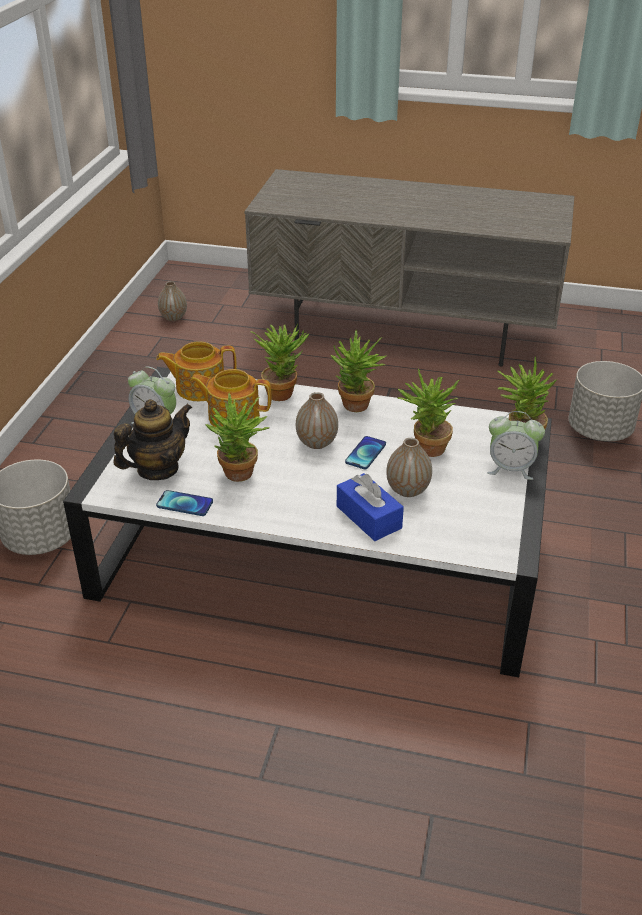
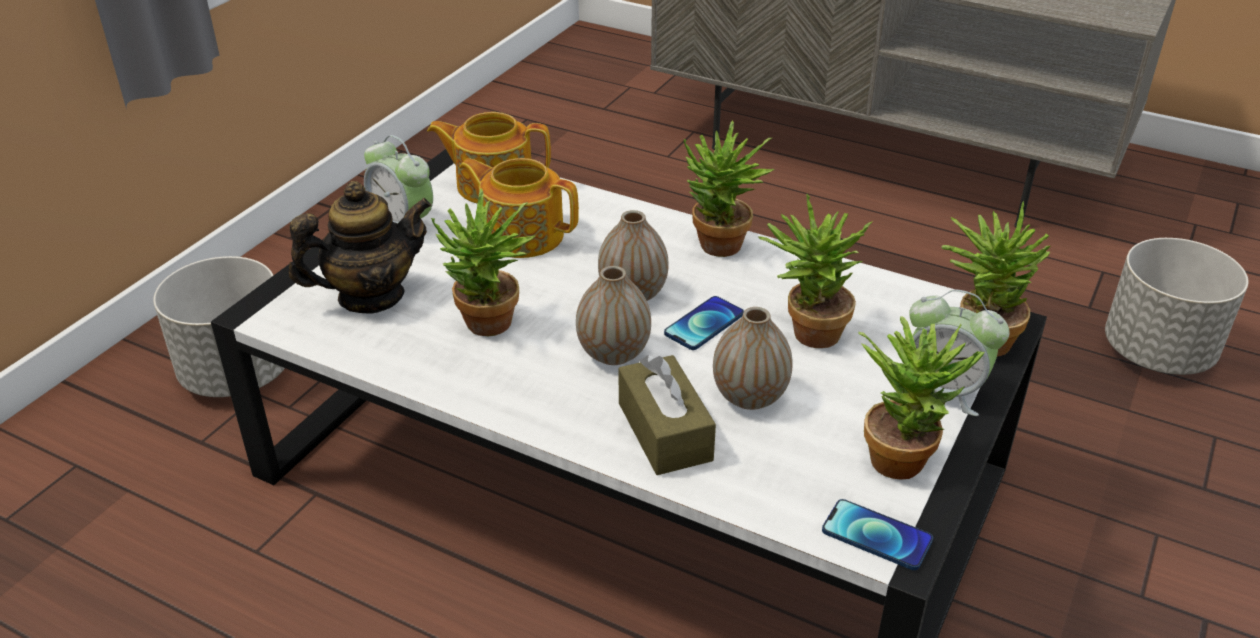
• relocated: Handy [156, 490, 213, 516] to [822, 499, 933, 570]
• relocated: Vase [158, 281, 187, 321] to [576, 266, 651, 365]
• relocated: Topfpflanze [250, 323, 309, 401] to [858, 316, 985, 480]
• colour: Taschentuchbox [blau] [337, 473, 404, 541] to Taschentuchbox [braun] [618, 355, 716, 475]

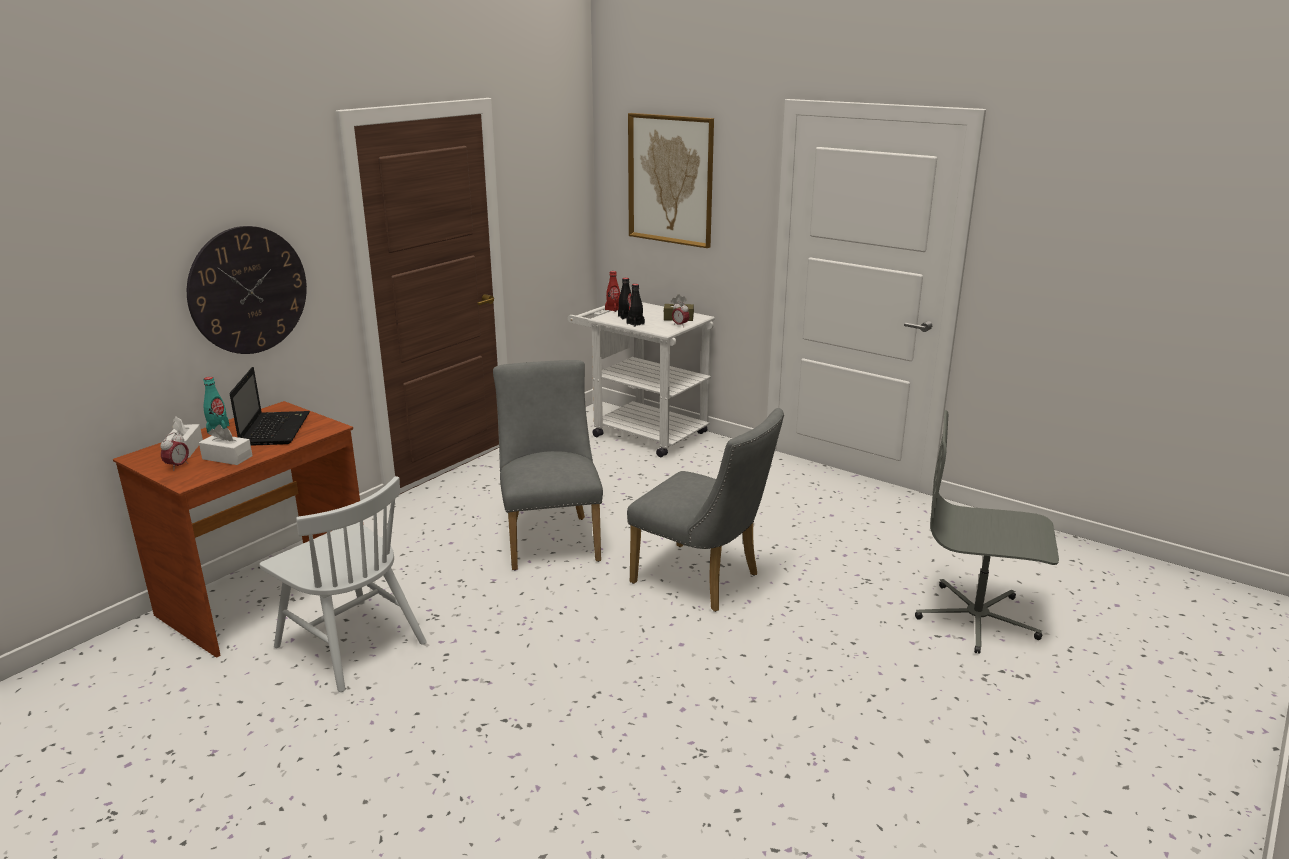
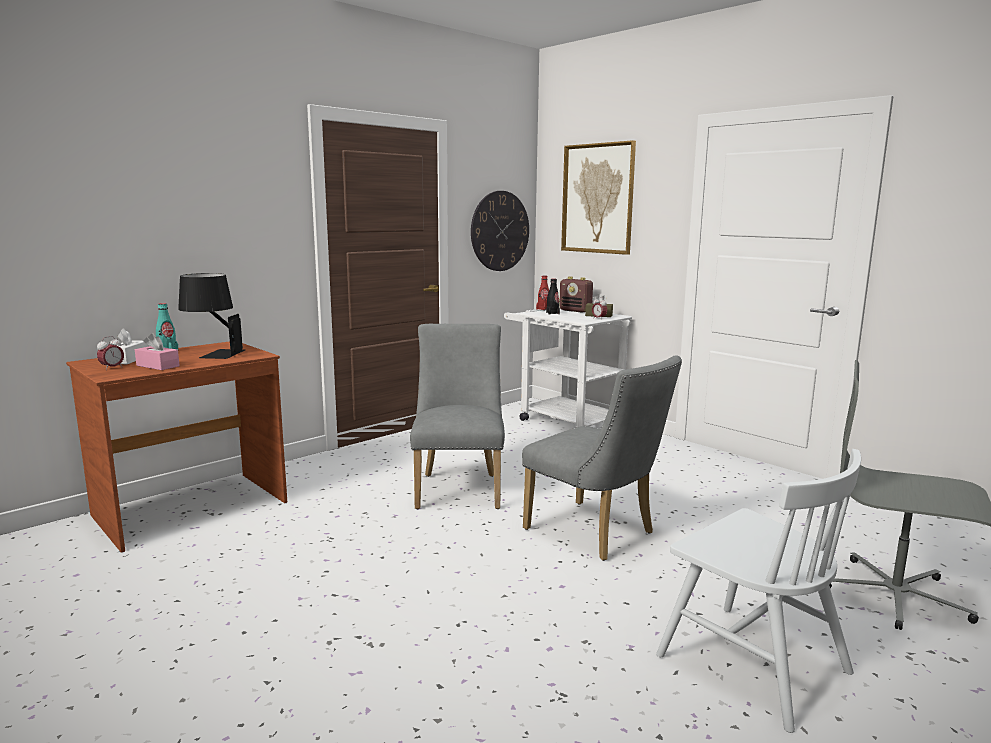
• missing: Flasche [schwarz] [626, 284, 645, 327]
• appeared: Radio [559, 276, 593, 313]
• relocated: Wanduhr [187, 226, 307, 354] to [471, 191, 529, 271]
• relocated: Stuhl [weiß] [260, 476, 427, 692] to [656, 449, 861, 733]
• exchanged: Laptop [230, 367, 310, 446] to Tischlampe [schwarz] [178, 273, 245, 359]
• colour: Taschentuchbox [weiß] [199, 425, 252, 465] to Taschentuchbox [rosa] [135, 333, 180, 370]

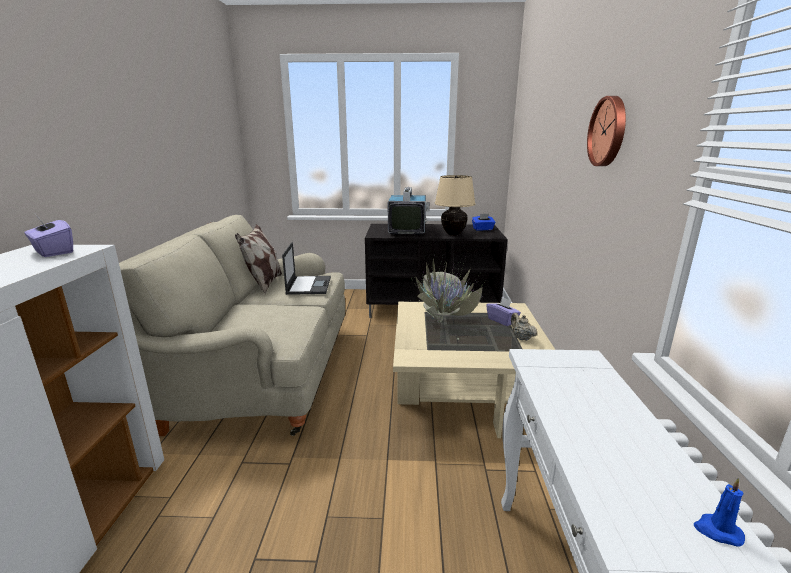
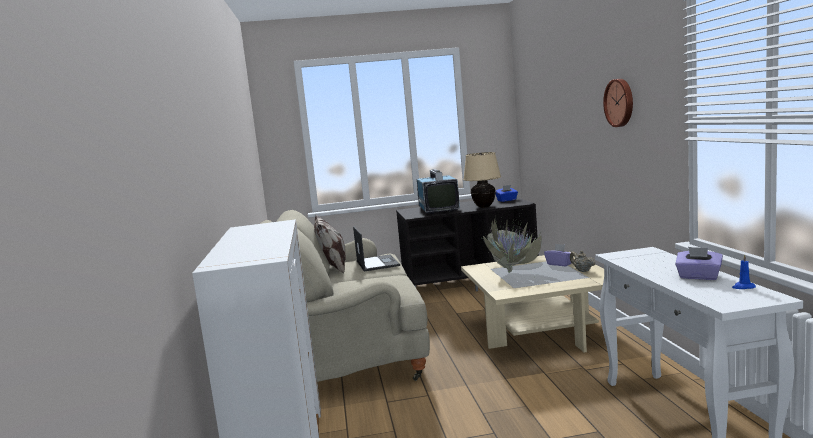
• relocated: Taschentuchbox [lila] [24, 215, 73, 257] to [675, 247, 723, 280]

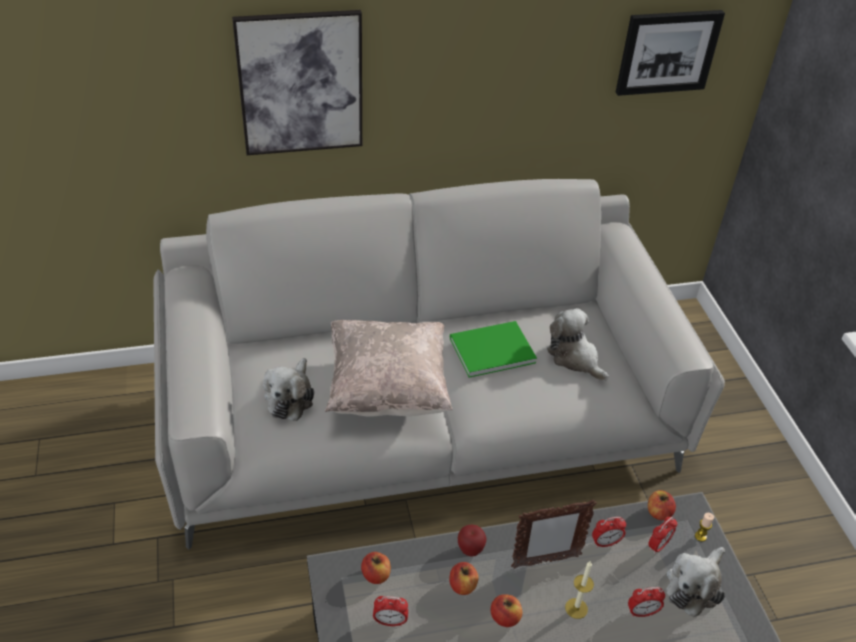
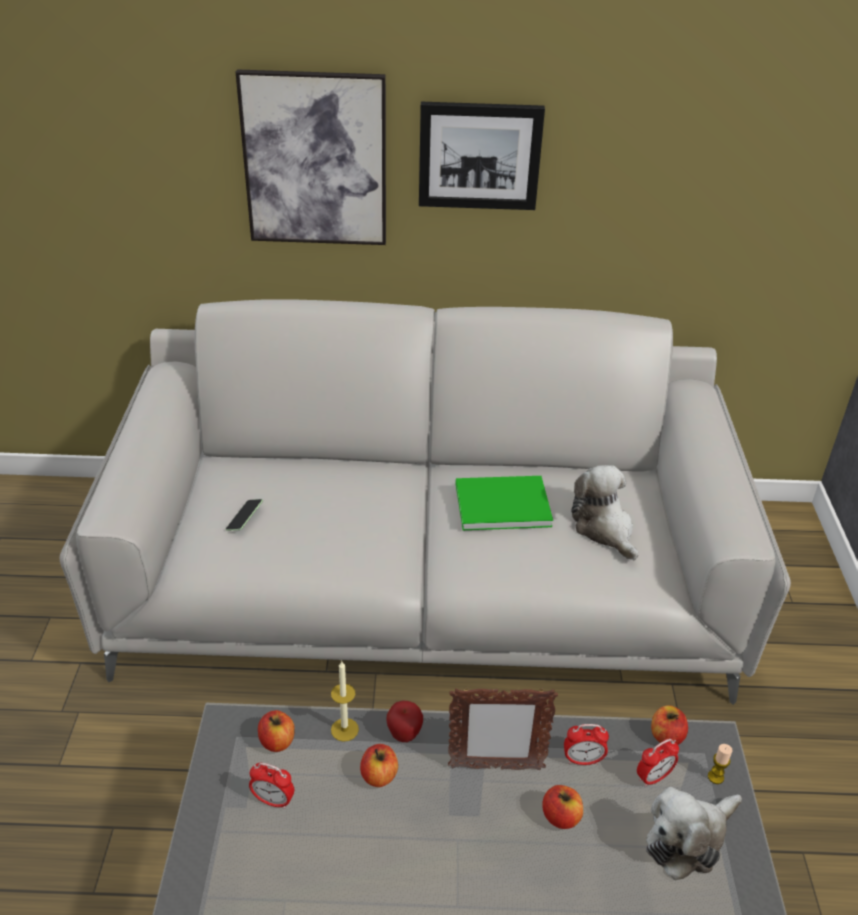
• missing: Kissen [beige] [325, 320, 453, 416]
• missing: Wecker [628, 587, 665, 617]
• relocated: Apfel [491, 594, 523, 627] to [542, 785, 583, 829]
• relocated: Kerze [565, 561, 594, 619] to [331, 661, 359, 742]
• relocated: Bild [616, 10, 725, 96] to [419, 102, 545, 210]
• exchanged: Plüschtier [263, 358, 314, 421] to Handy [226, 499, 263, 531]

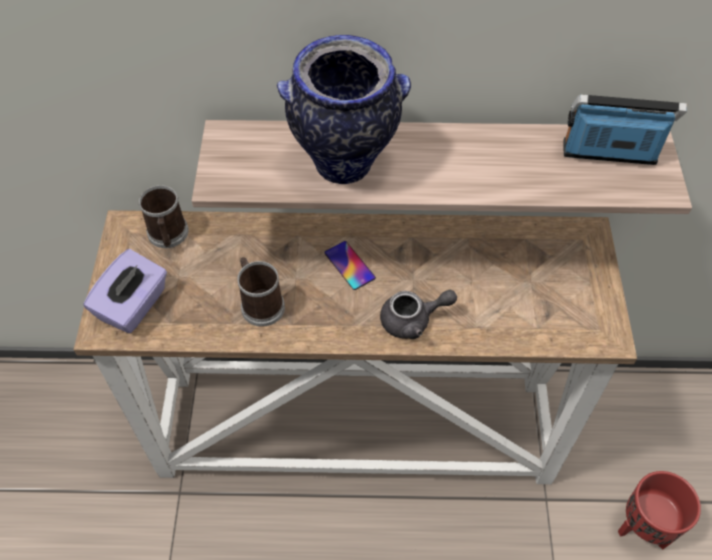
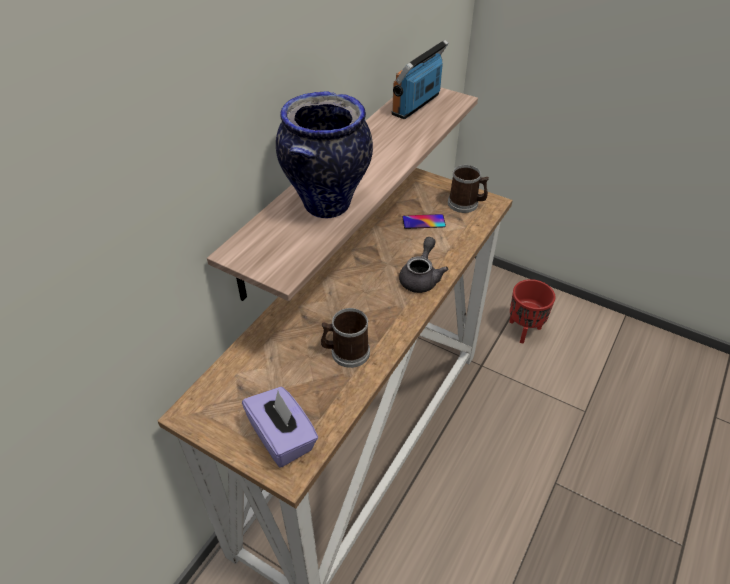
• relocated: Henkelbecher [138, 185, 189, 248] to [448, 165, 489, 213]
• relocated: Handy [324, 241, 376, 290] to [402, 214, 446, 229]

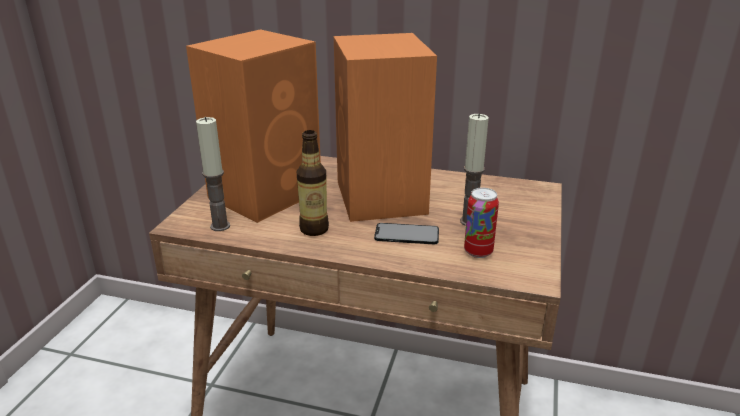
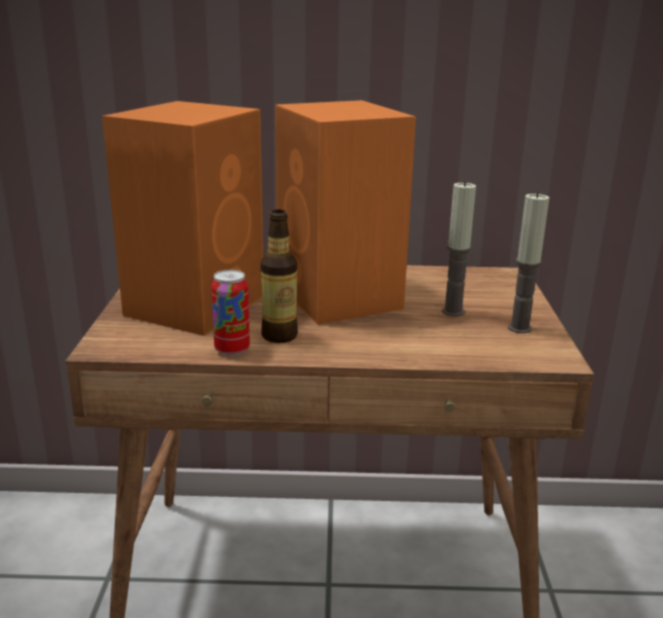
• missing: Handy [374, 223, 439, 244]
• relocated: Kerze [196, 117, 230, 231] to [508, 192, 549, 333]
• relocated: Dose [464, 188, 499, 258] to [211, 270, 250, 356]

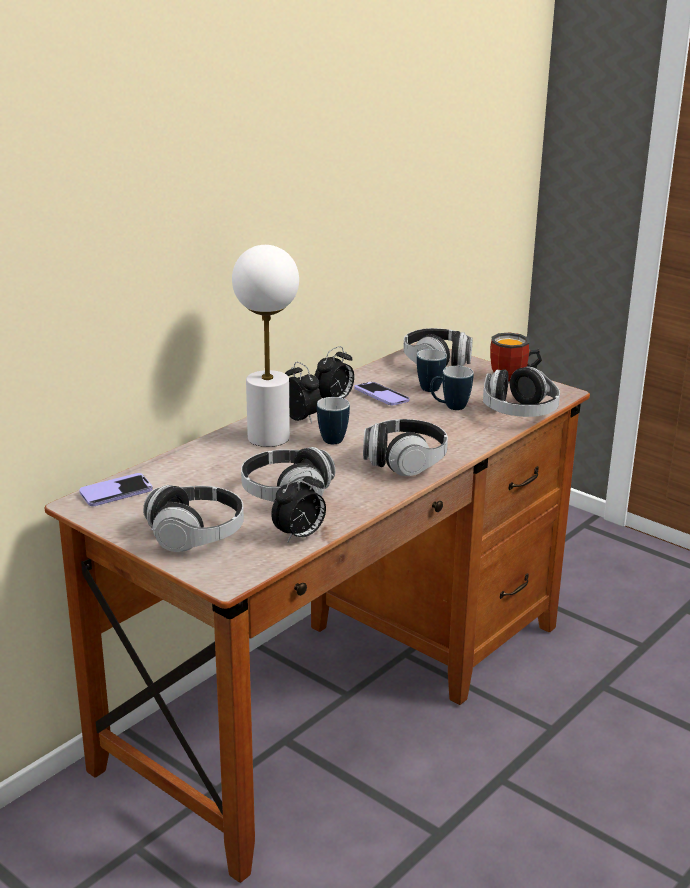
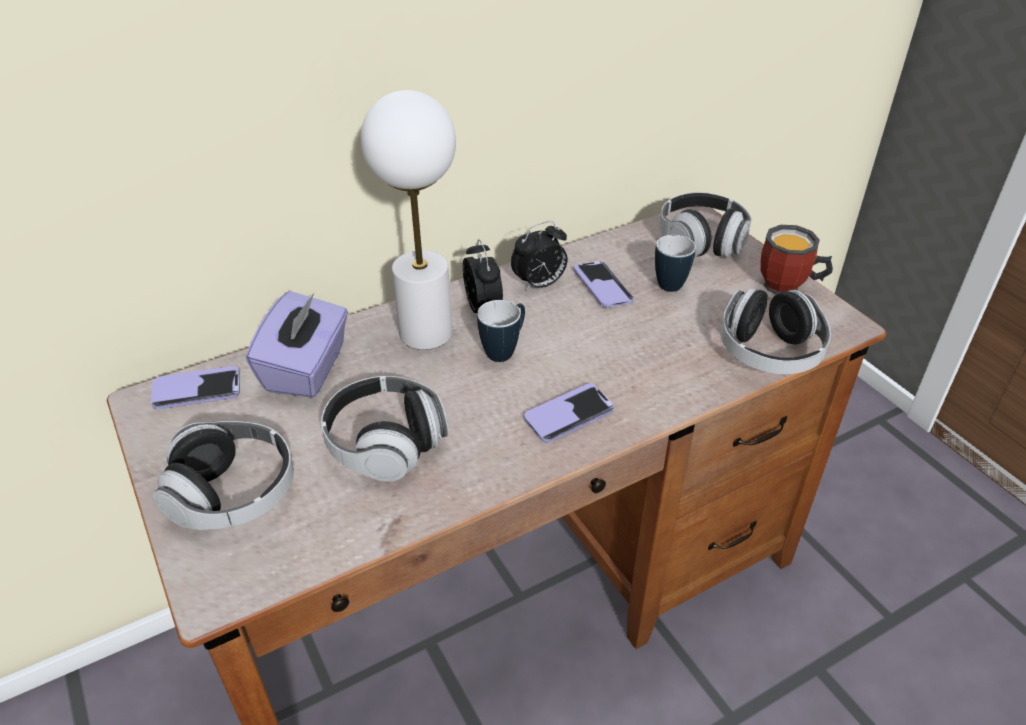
• missing: Wecker [271, 470, 326, 543]
• missing: Henkelbecher [430, 366, 474, 410]
• appeared: Taschentuchbox [lila] [246, 291, 348, 398]
• exchanged: Kopfhörer [363, 419, 448, 476] to Handy [524, 383, 614, 443]

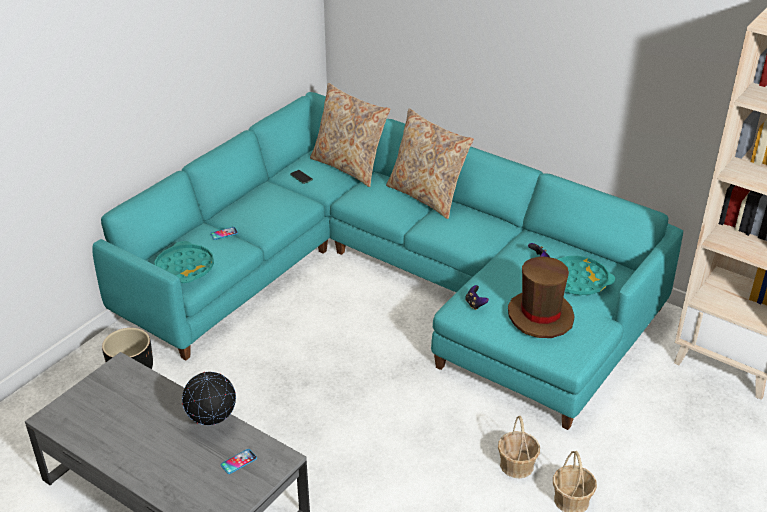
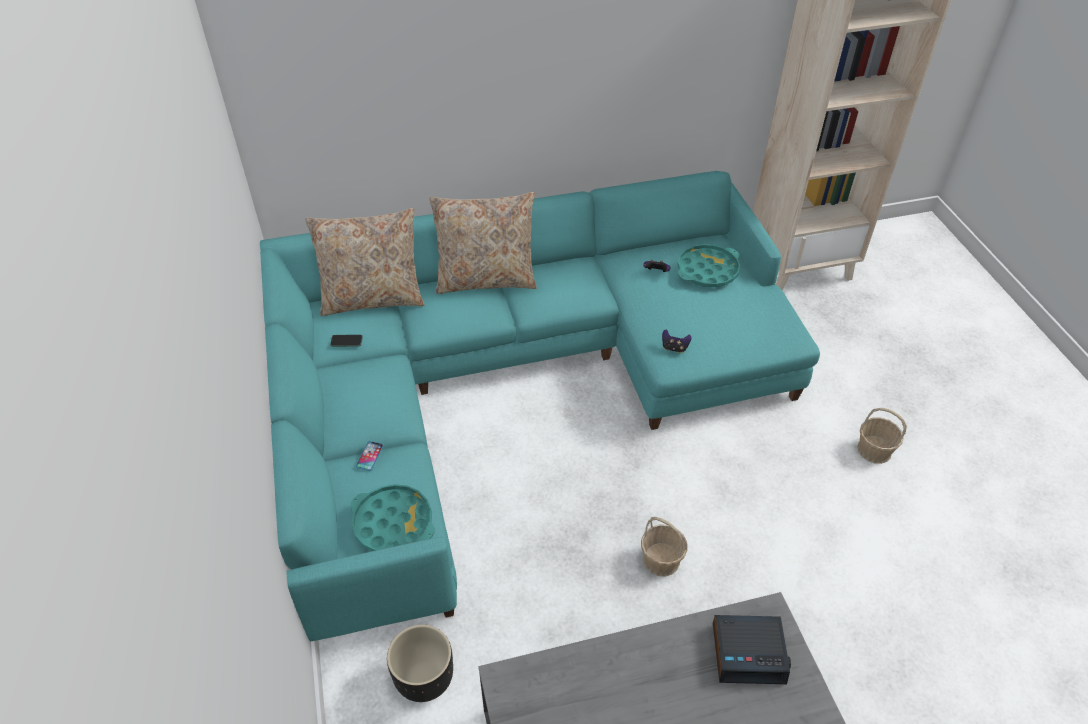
• missing: Globus [182, 372, 236, 425]
• missing: Hut [braun] [508, 257, 575, 338]
• relocated: Korb [498, 416, 540, 478] to [641, 517, 688, 577]
• exchanged: Handy [221, 449, 257, 474] to Wecker [713, 615, 791, 684]

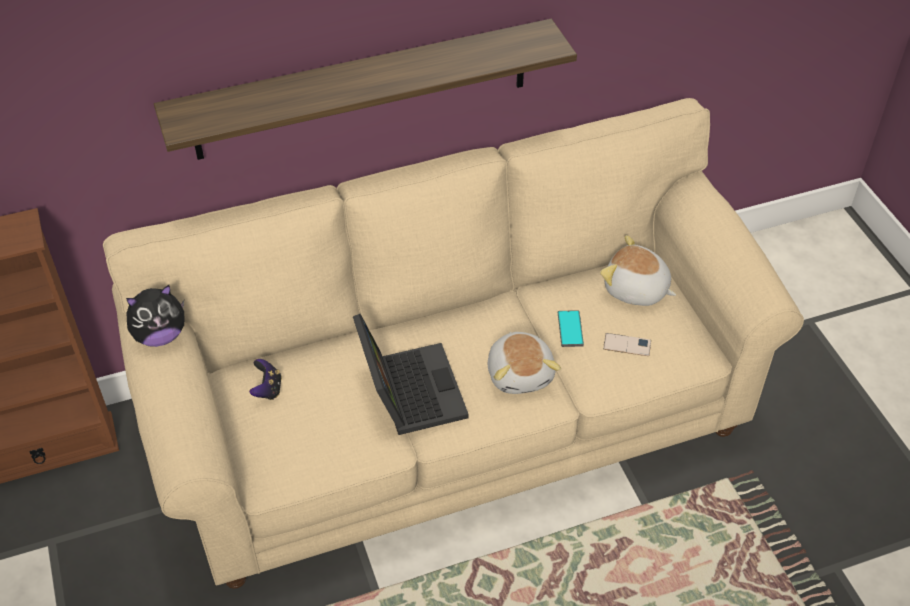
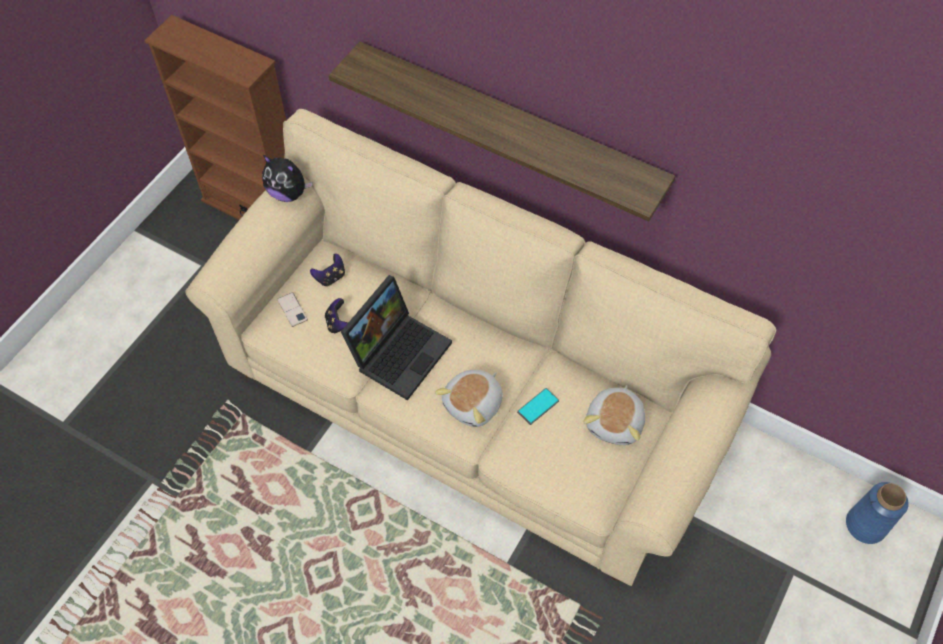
• appeared: Gamepad [325, 298, 348, 333]
• appeared: Vase [blau] [846, 482, 909, 544]
• relocated: Handy [603, 333, 651, 356] to [277, 292, 308, 327]
• spun: Plüschtier [600, 235, 676, 306] = [583, 385, 645, 445] 150 degrees counterclockwise

